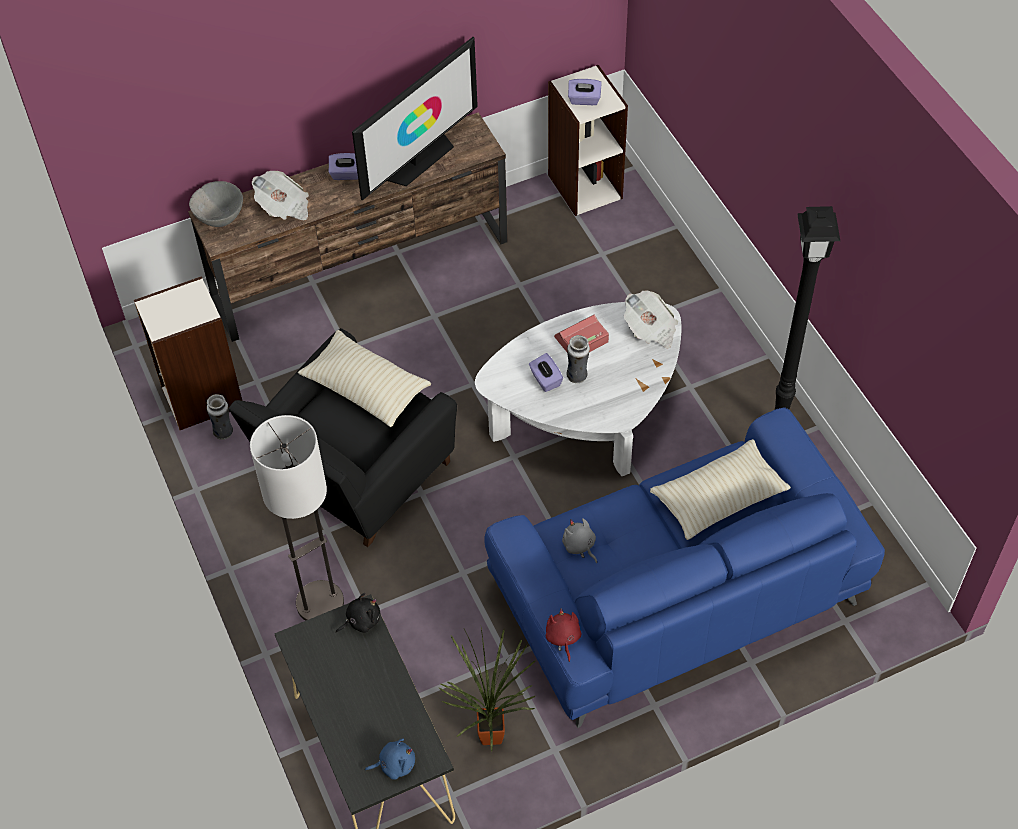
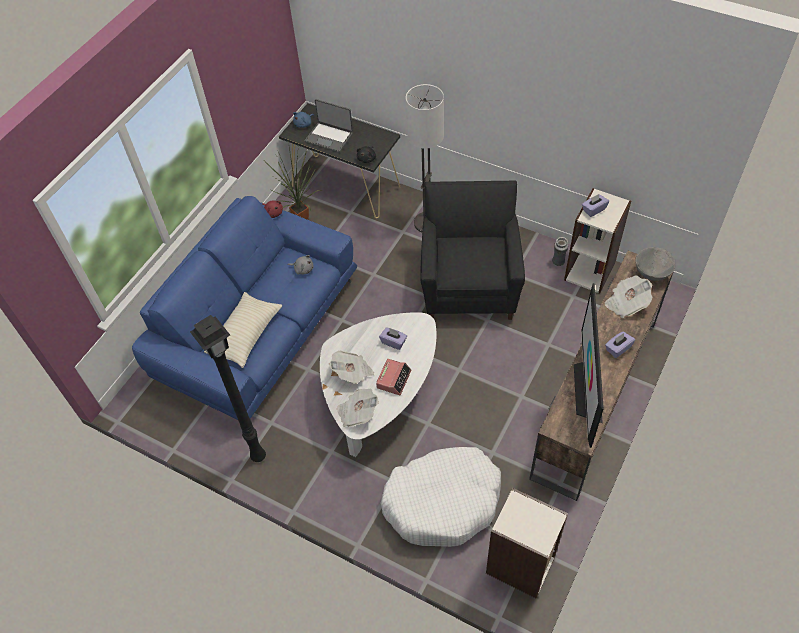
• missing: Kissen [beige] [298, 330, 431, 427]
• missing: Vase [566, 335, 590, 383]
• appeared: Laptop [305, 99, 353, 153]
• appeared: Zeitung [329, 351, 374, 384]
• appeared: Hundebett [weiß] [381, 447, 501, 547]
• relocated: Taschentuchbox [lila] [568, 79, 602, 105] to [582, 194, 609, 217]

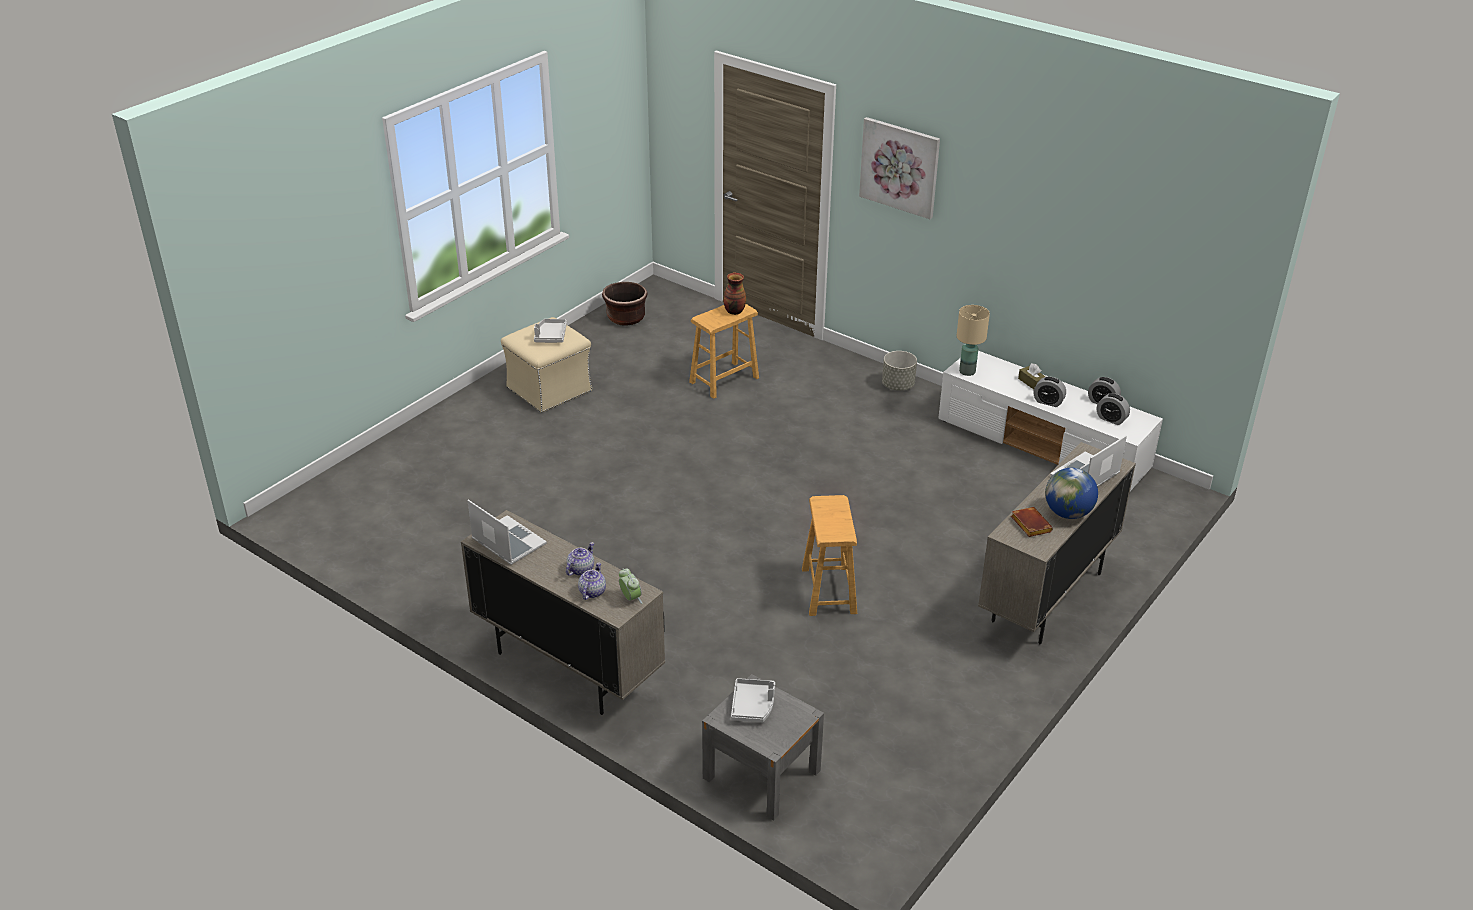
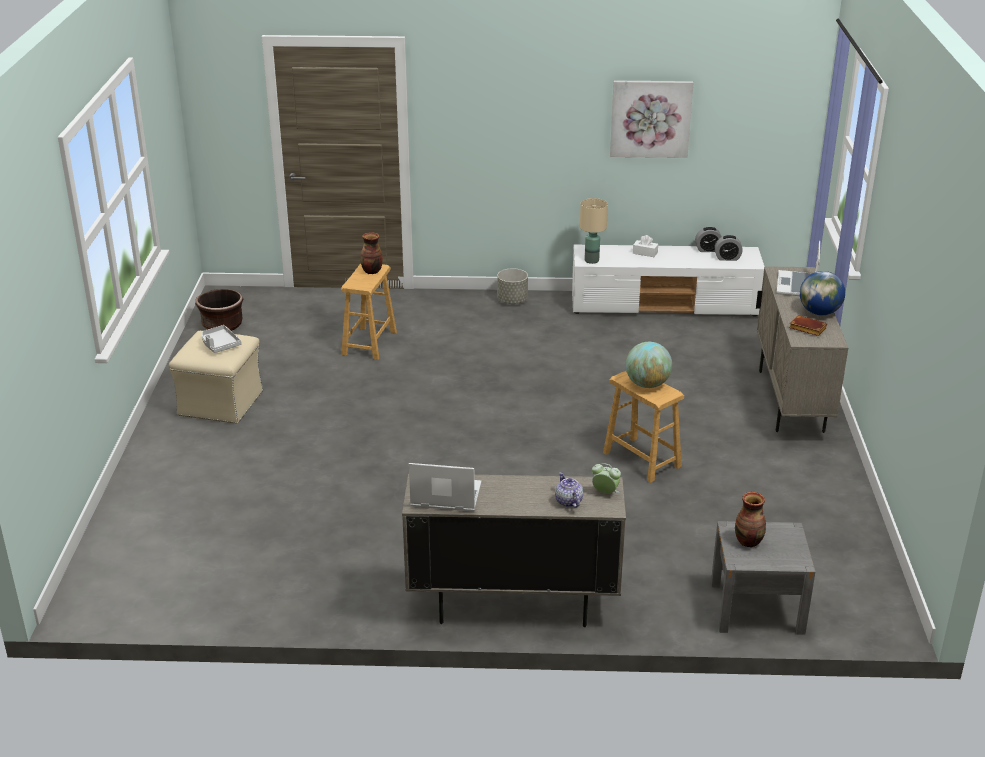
• missing: Teekanne [566, 542, 594, 576]
• missing: Wecker [1034, 376, 1066, 407]
• appeared: Globus [625, 342, 672, 388]
• relocated: Bild [859, 117, 940, 219] to [610, 81, 693, 158]
• exchanged: Tablett [grau] [731, 678, 775, 722] to Vase [735, 492, 766, 547]
• colour: Taschentuchbox [braun] [1018, 363, 1046, 389] to Taschentuchbox [weiß] [633, 235, 658, 257]

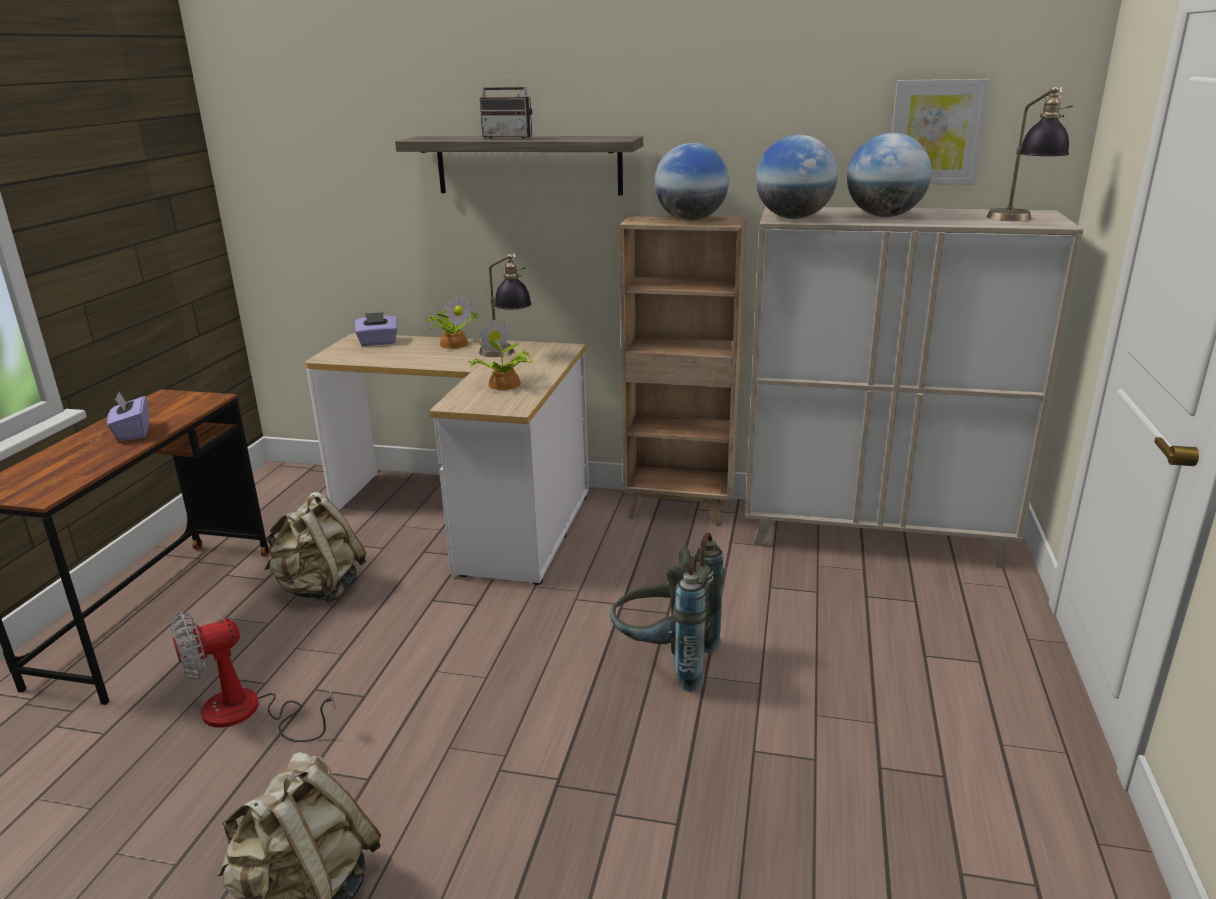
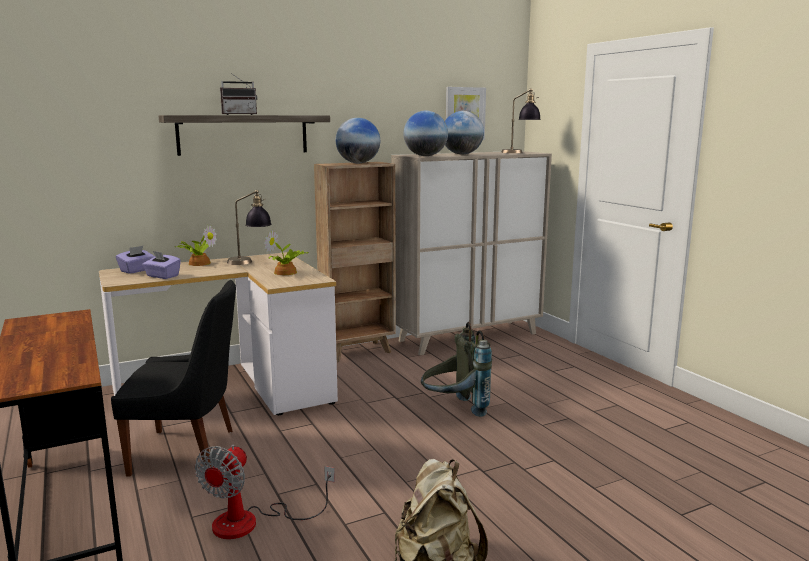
• relocated: Taschentuchbox [lila] [107, 392, 149, 441] to [142, 251, 181, 279]
• exchanged: Rucksack [beige] [264, 492, 366, 604] to Stuhl [schwarz] [111, 280, 236, 477]

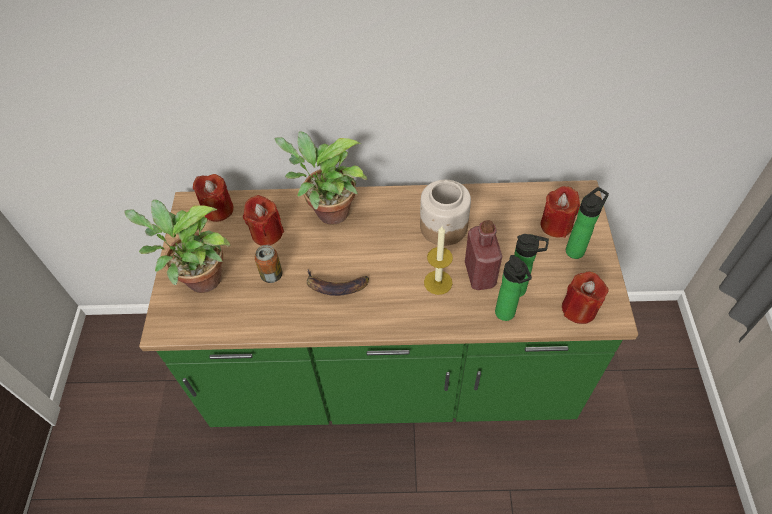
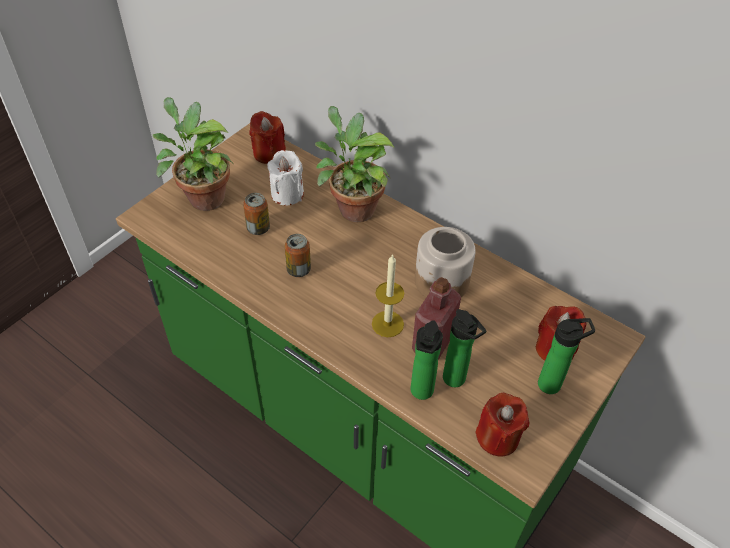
• exchanged: Banane [307, 269, 369, 296] to Dose [285, 234, 311, 277]
• colour: Kerze [rot] [243, 195, 284, 246] to Kerze [weiß] [267, 150, 304, 205]

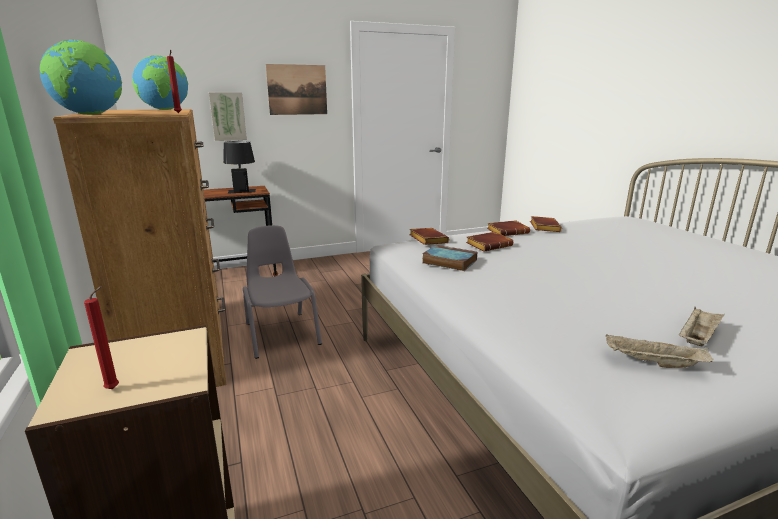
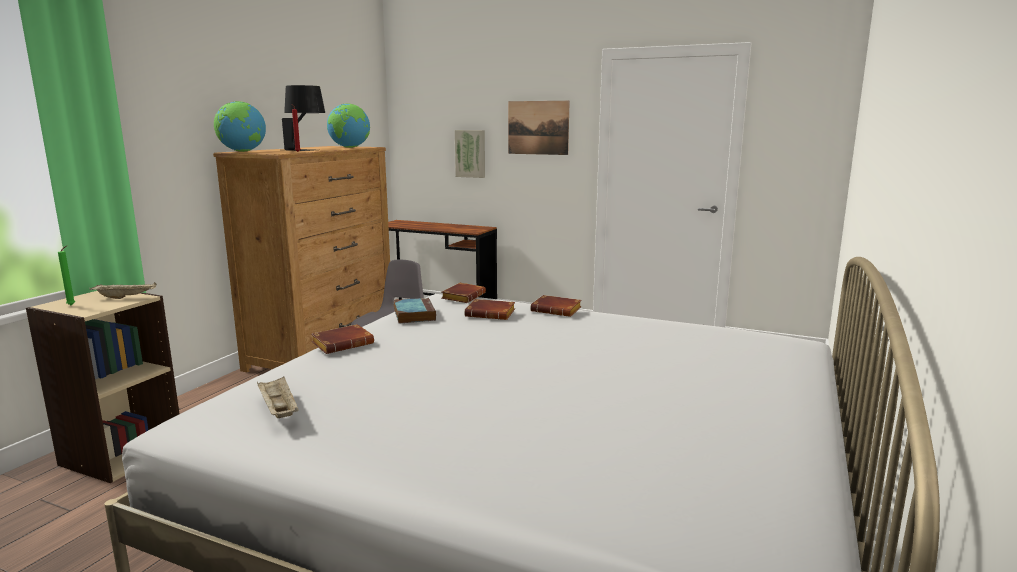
• relocated: Tischlampe [schwarz] [223, 141, 256, 193] to [282, 85, 325, 151]
• relocated: Buch [braun] [530, 216, 562, 232] to [311, 324, 374, 354]
• relocated: Tablett [beige] [679, 307, 725, 346] to [89, 282, 157, 299]
• colour: Kerze [rot] [84, 286, 119, 389] to Kerze [grün] [58, 246, 75, 306]

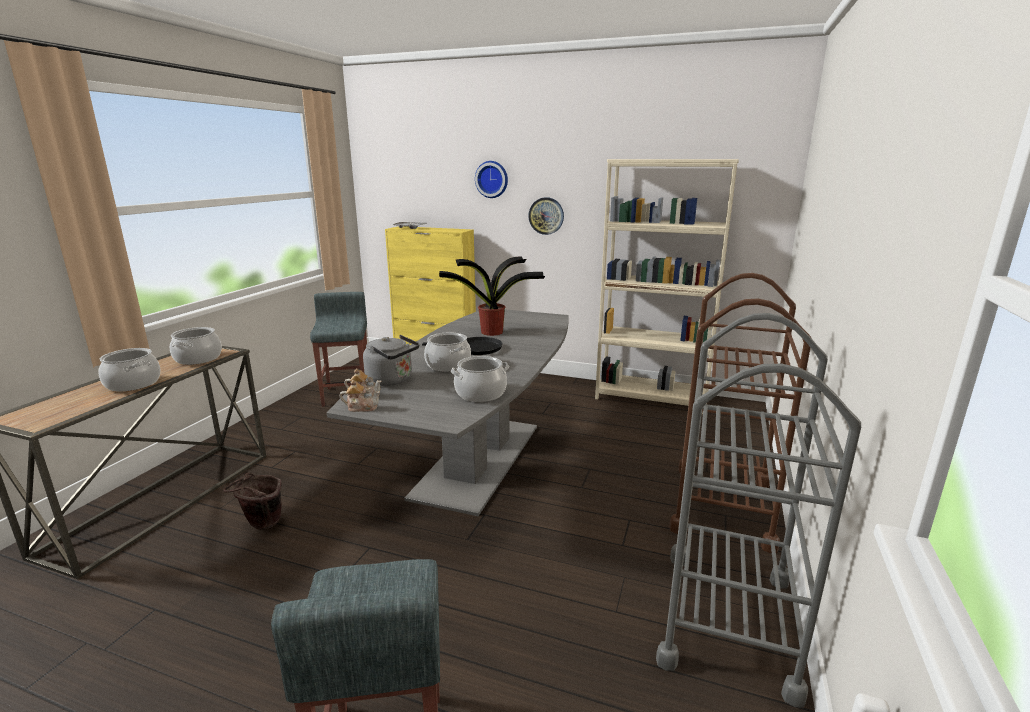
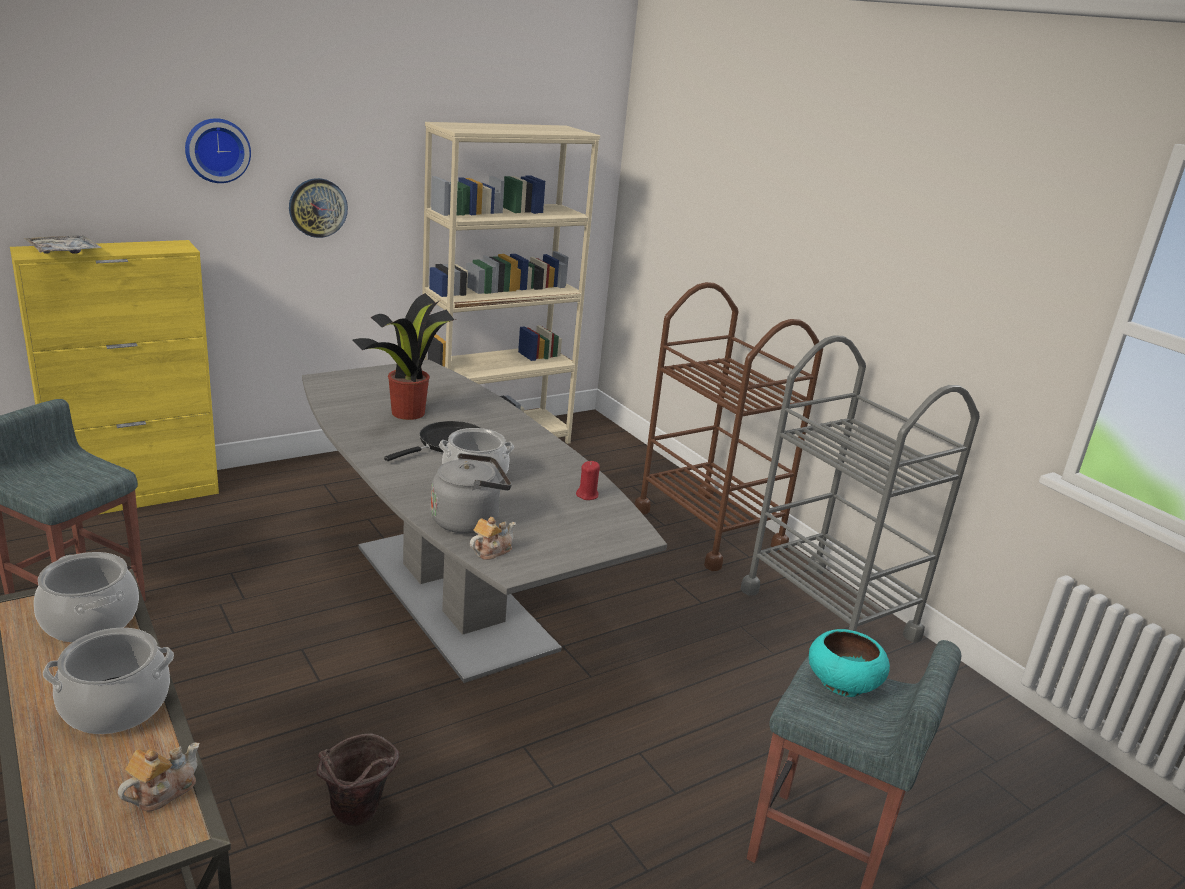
• appeared: Schüssel [türkis] [809, 629, 890, 697]
• relocated: Teekanne [340, 380, 380, 412] to [118, 742, 199, 812]
• exchanged: Kochtopf [451, 356, 509, 402] to Kerze [rot] [576, 461, 600, 500]

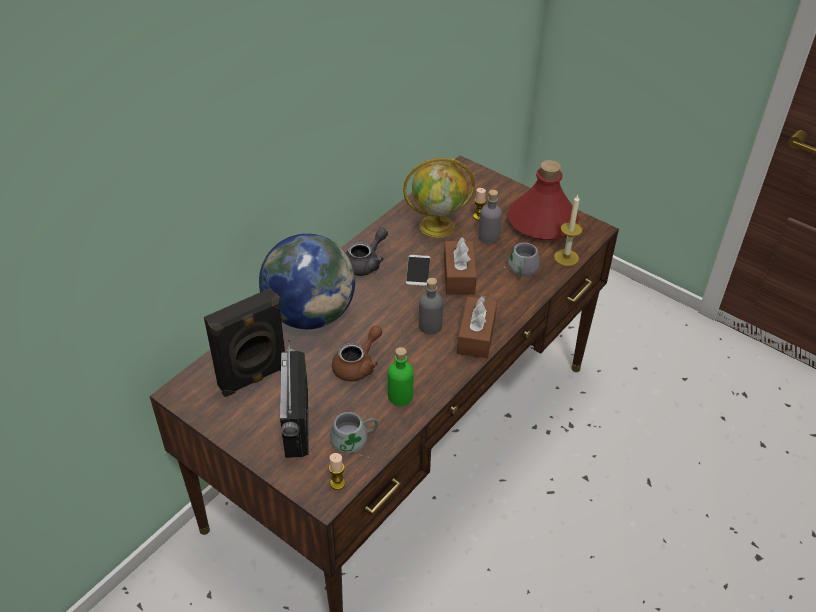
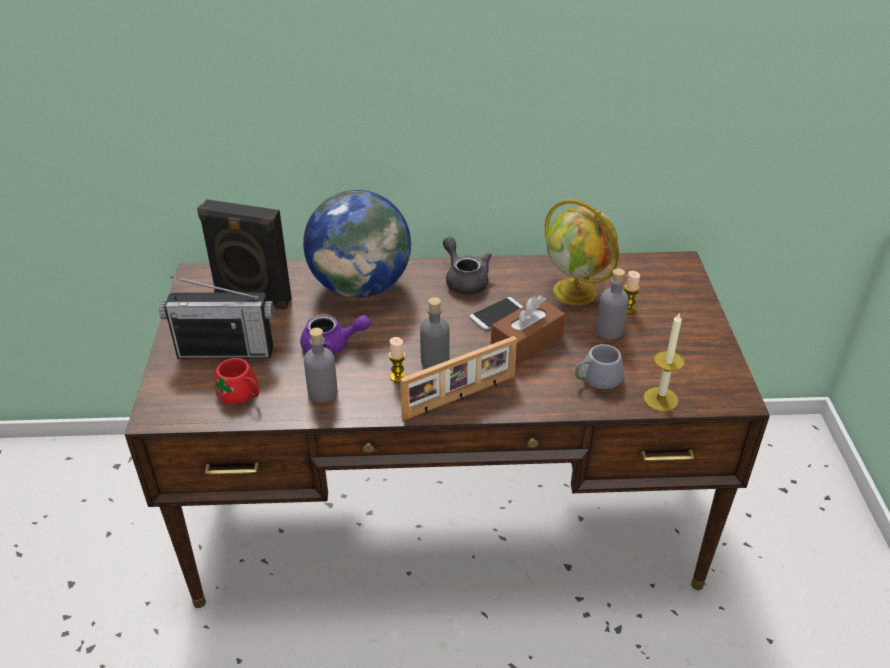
• missing: Flasche [rot] [508, 160, 579, 240]
• relocated: Kerze [329, 453, 345, 490] to [389, 337, 406, 382]
• exchanged: Taschentuchbox [braun] [457, 296, 497, 358] to Bilderrahmen [400, 336, 517, 420]
• colour: Henkelbecher [grau] [330, 412, 378, 458] to Henkelbecher [rot] [214, 358, 259, 415]
• colour: Teekanne [braun] [332, 325, 382, 381] to Teekanne [lila] [300, 314, 371, 355]
• colour: Flasche [grün] [388, 347, 414, 406] to Flasche [grau] [304, 328, 337, 403]
• spun: Radio [280, 340, 308, 458] = [159, 276, 274, 358] 135 degrees counterclockwise
• spun: Teekanne [grau] [346, 228, 388, 276] = [443, 237, 492, 295] 120 degrees counterclockwise

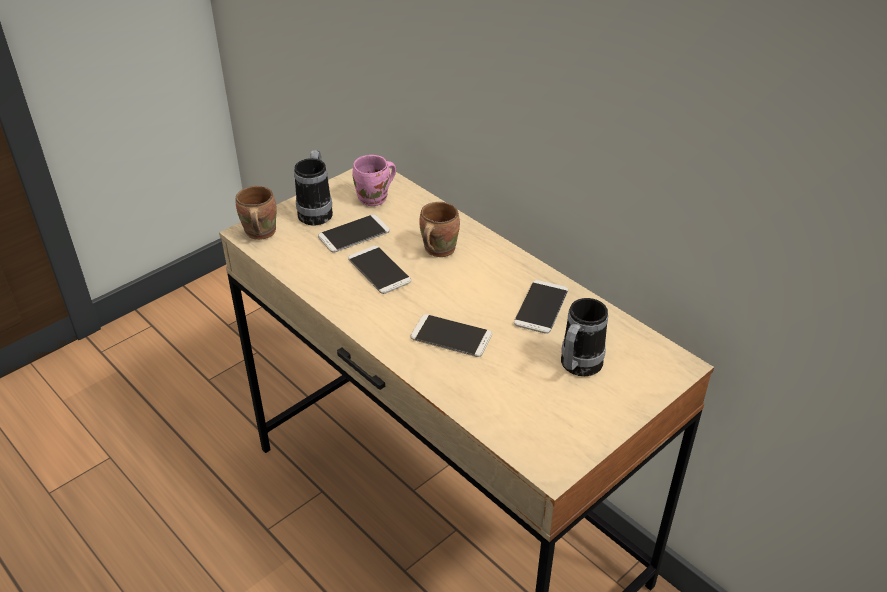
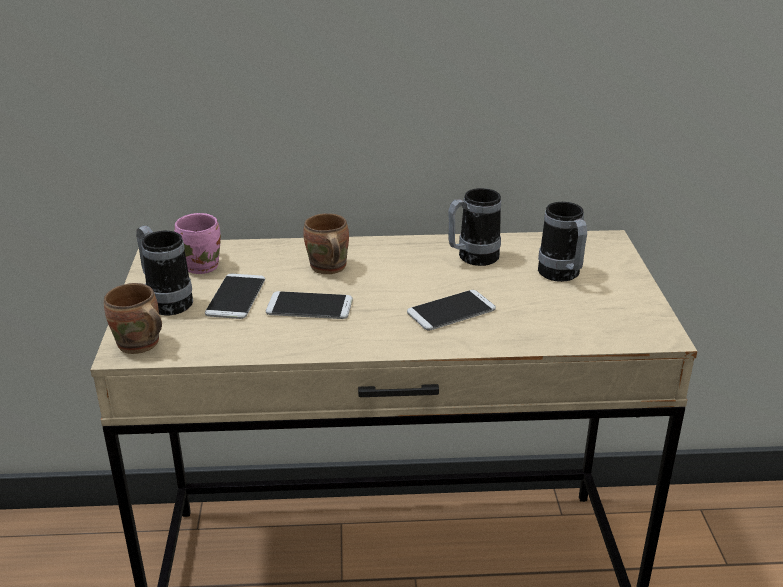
• exchanged: Handy [514, 280, 568, 334] to Henkelbecher [448, 188, 501, 266]

